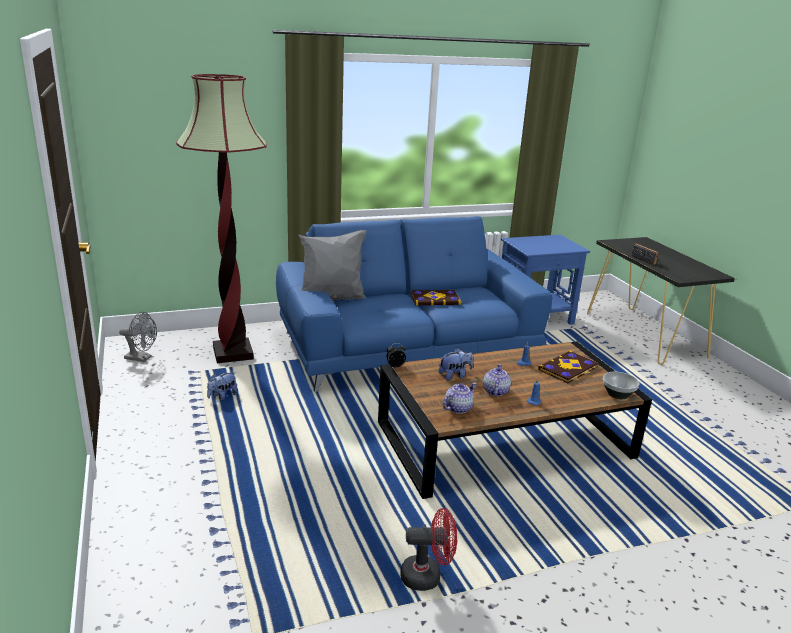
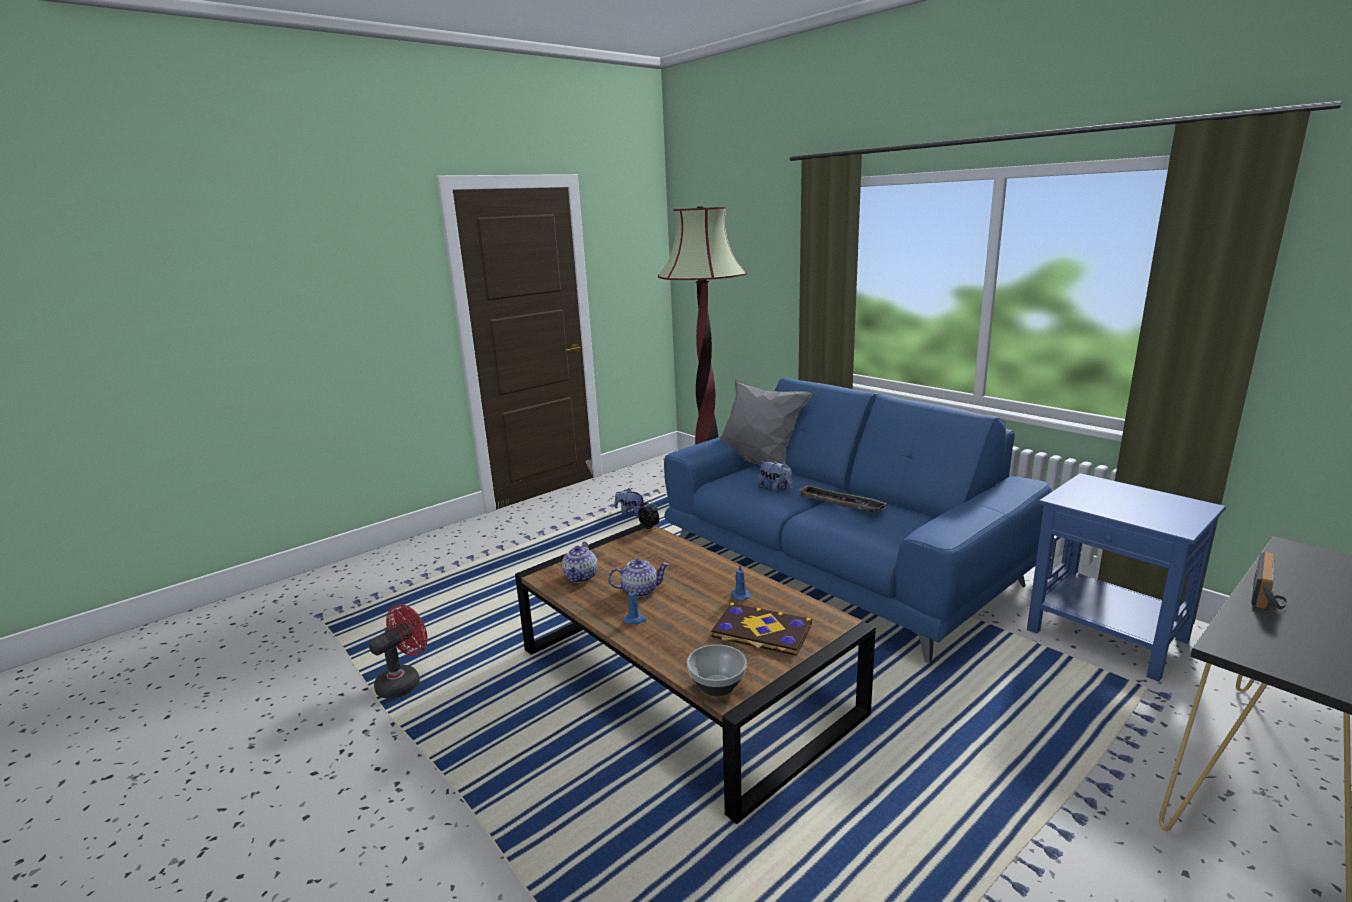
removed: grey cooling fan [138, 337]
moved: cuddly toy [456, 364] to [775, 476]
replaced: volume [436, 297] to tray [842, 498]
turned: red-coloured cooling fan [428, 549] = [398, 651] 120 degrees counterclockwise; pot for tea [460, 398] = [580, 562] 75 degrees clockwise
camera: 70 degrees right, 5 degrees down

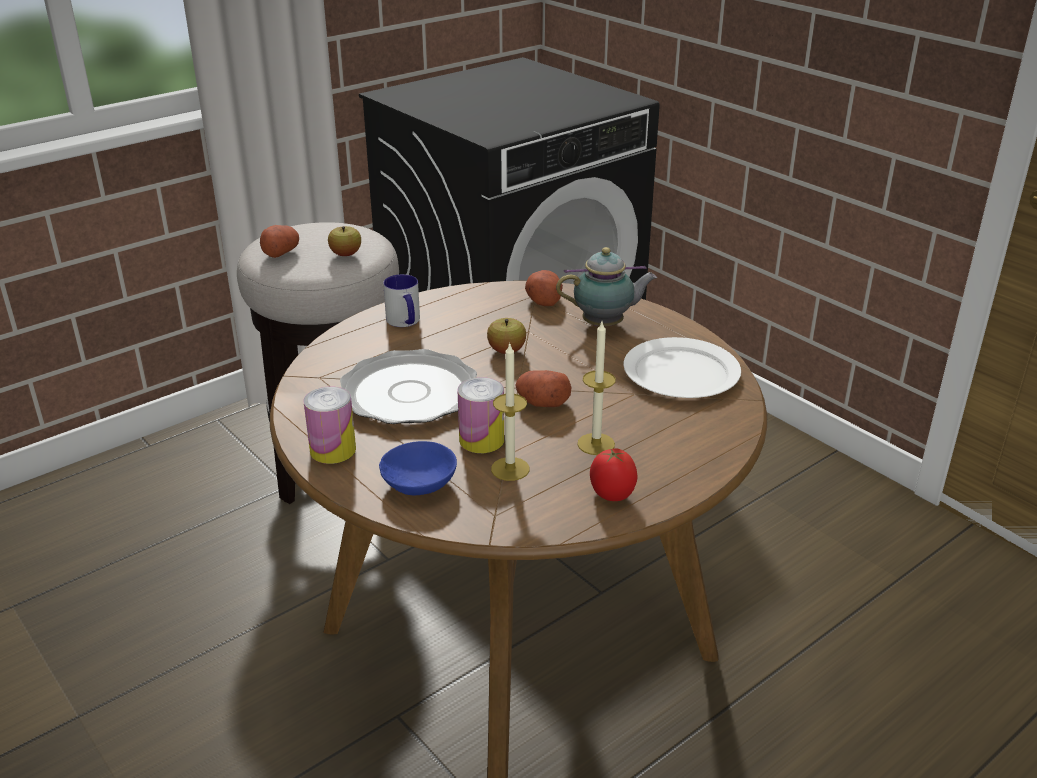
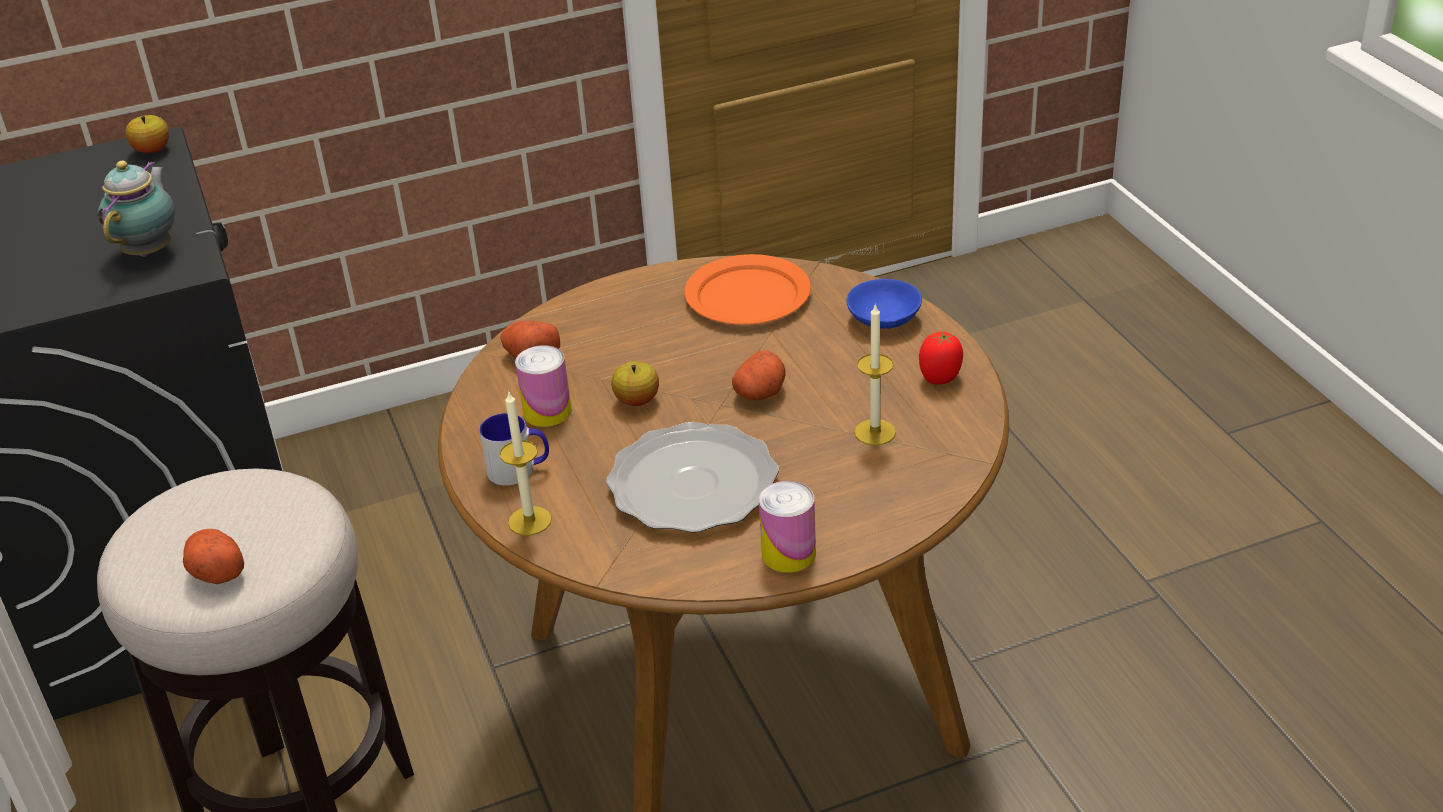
moved: apple fruit [344, 241] to [147, 134]; bluish deep dish [418, 468] to [884, 304]; sealed can [481, 415] to [543, 386]; pot for tea [606, 286] to [136, 209]; wax candle [596, 388] to [526, 463]
recoloured: white-coloured plate [682, 367] to orangey plate [747, 289]
camera: 70 degrees left, 5 degrees up

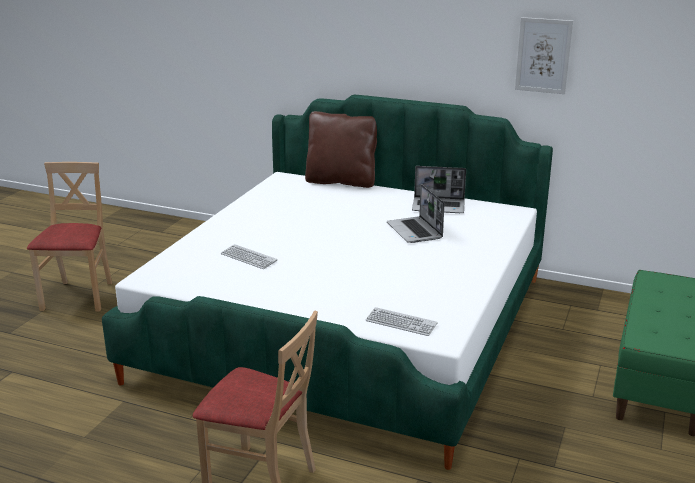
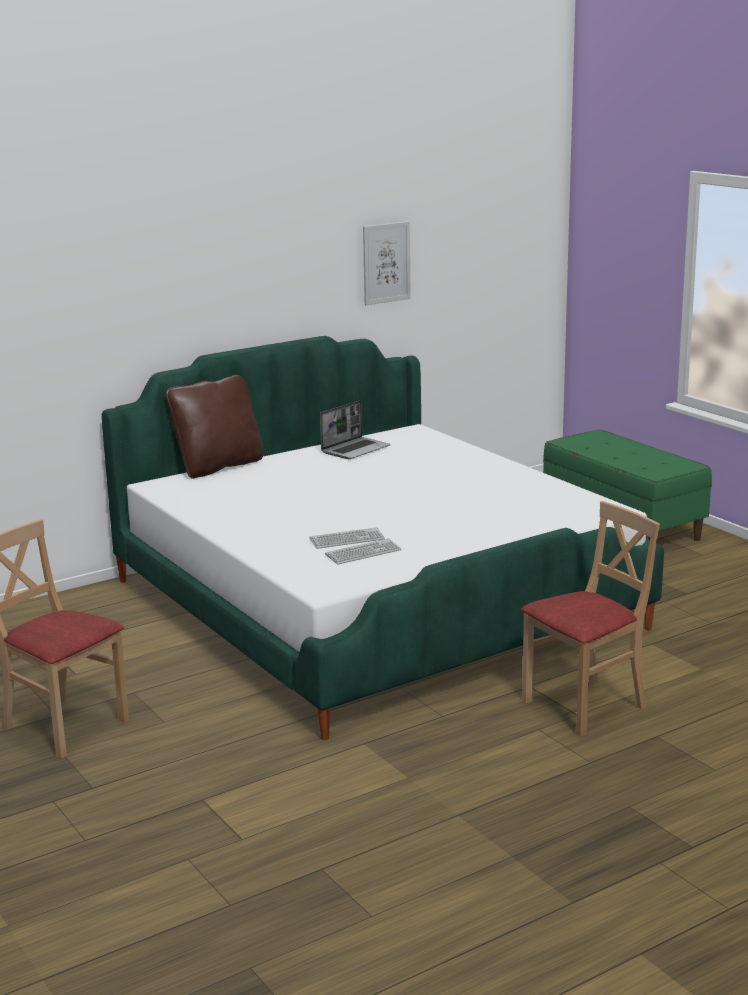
removed: laptop [415, 213]
moved: keyboard [402, 321] to [363, 551]
camera: 55 degrees left, 5 degrees down

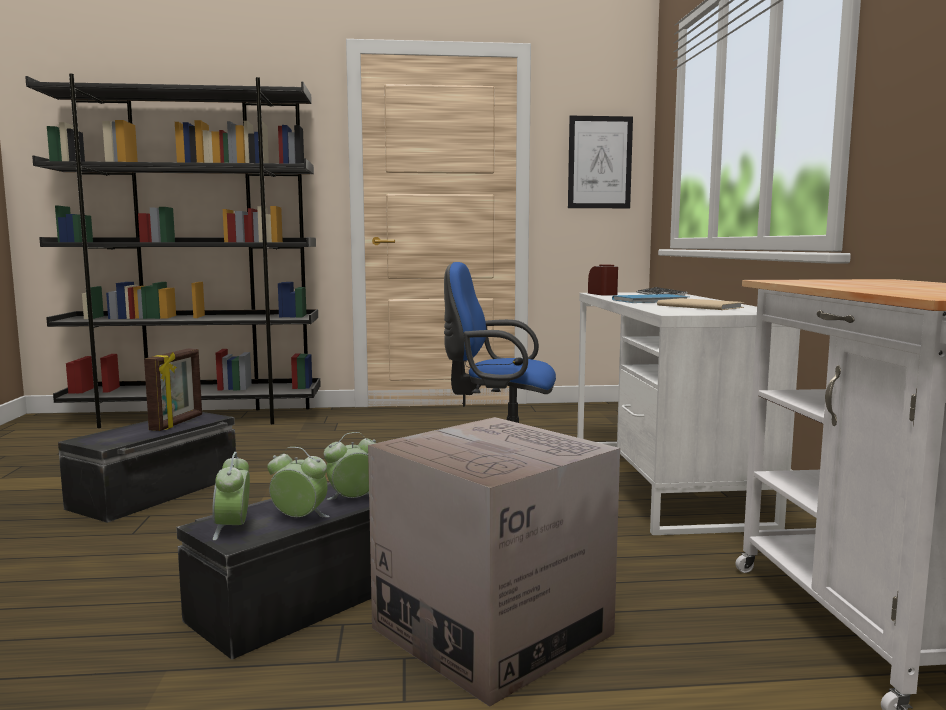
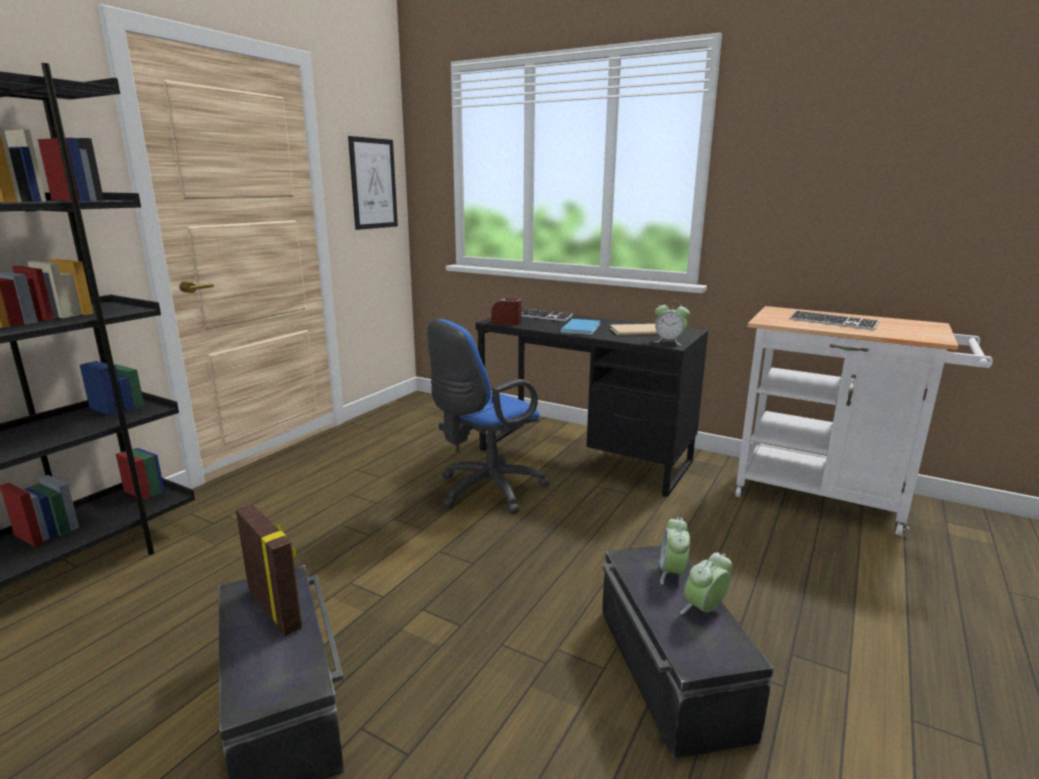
removed: packing box [494, 562]
added: keyboard [834, 320]
moved: table clock [231, 496] to [672, 322]
recoloured: white-coloured desk table [688, 413] to blackish desk table [592, 406]
camera: 55 degrees left, 10 degrees up

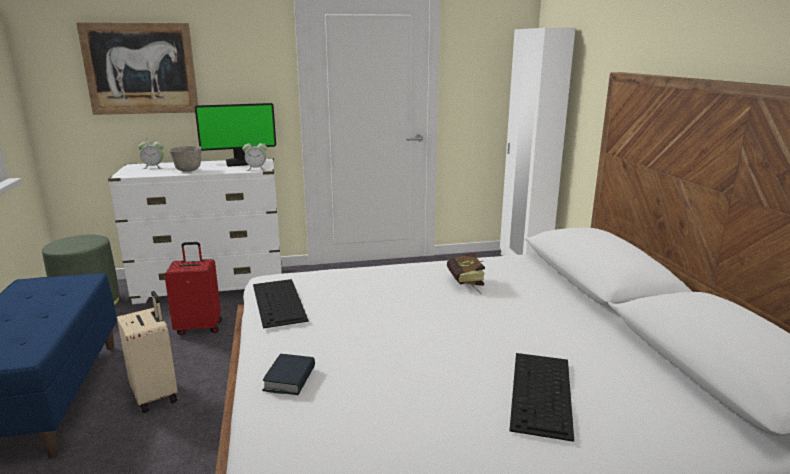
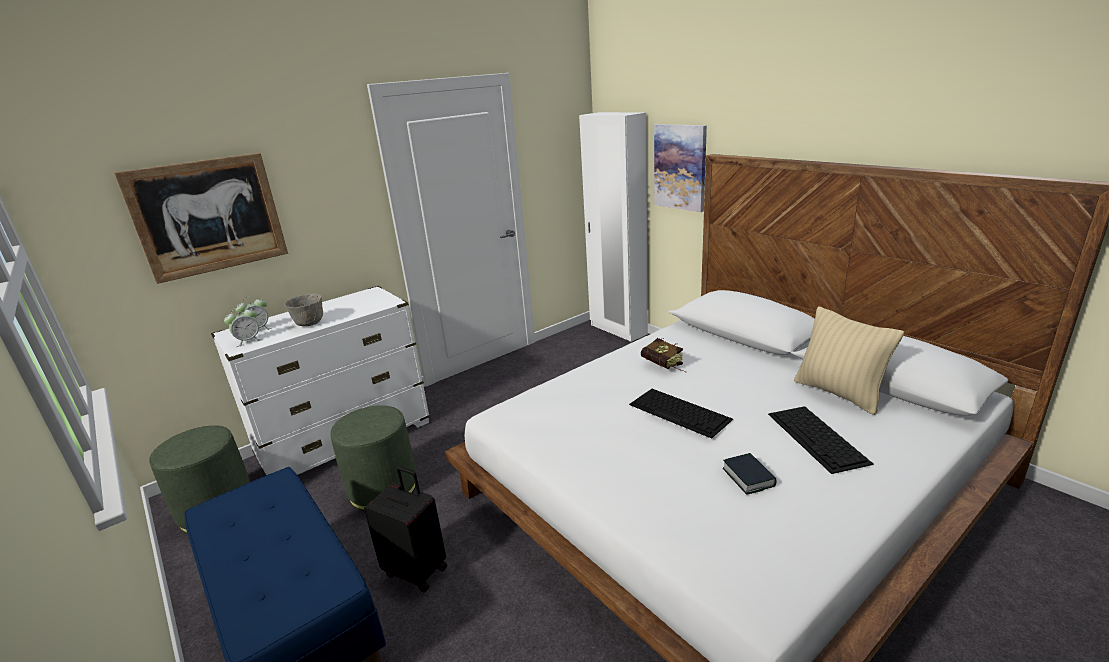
removed: monitor [235, 135]
added: picture [680, 168]; sand-coloured pillow [849, 360]
moved: table clock [254, 155] to [243, 326]; keyboard [281, 304] to [681, 414]; volume [288, 374] to [750, 474]
replaced: red-coloured piece of luggage [193, 288] to greenish pouffe [373, 458]
recoloured: sand-coloured piece of luggage [147, 352] to blackish piece of luggage [405, 529]
camera: 25 degrees left, 5 degrees up

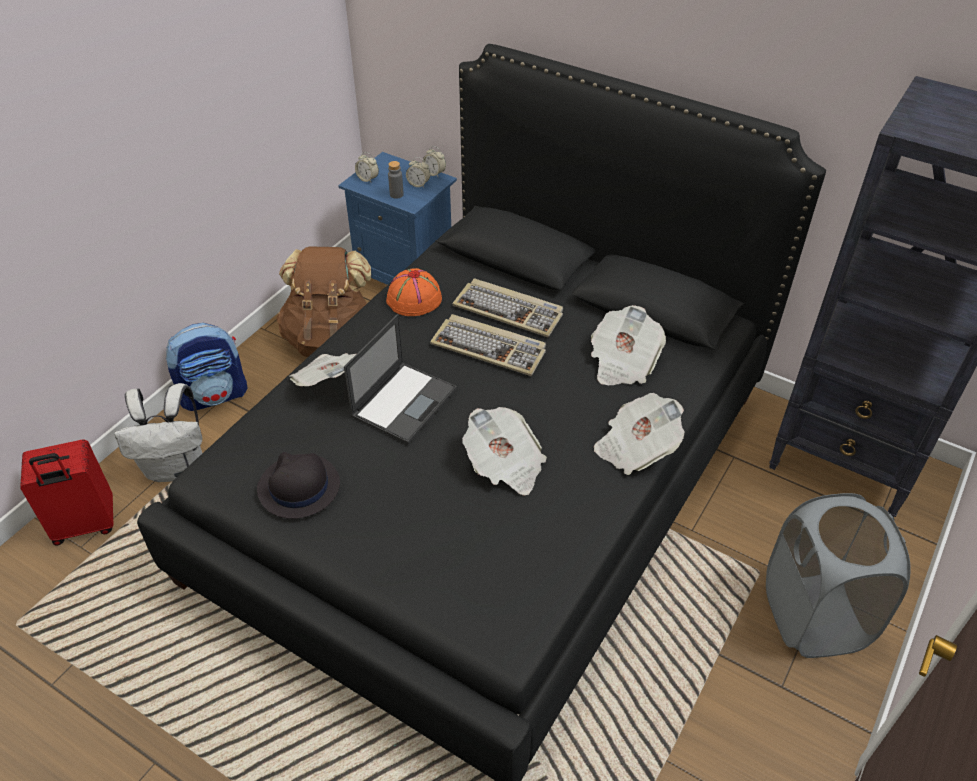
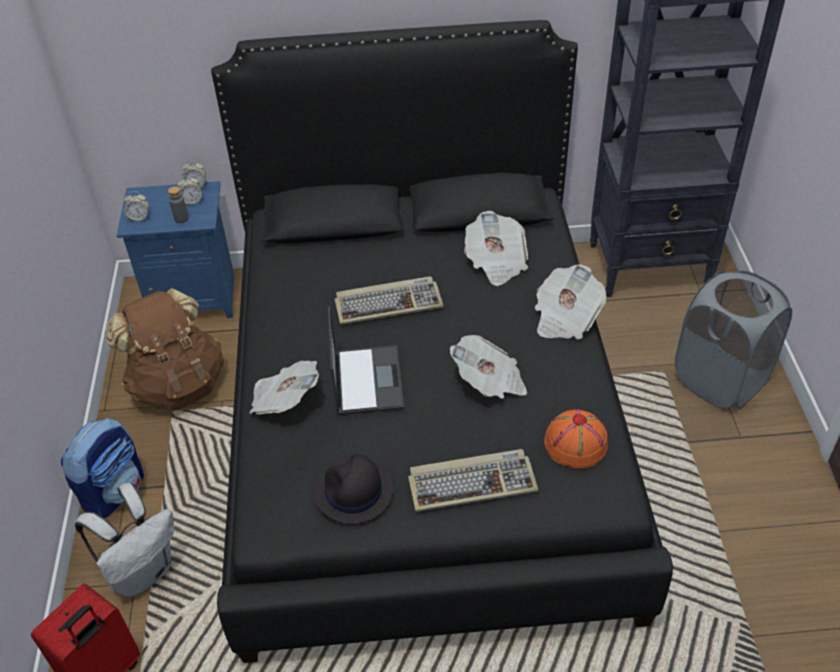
moved: orangey hat [414, 292] to [576, 439]; keyboard [507, 307] to [473, 480]
camera: 35 degrees left, 0 degrees up

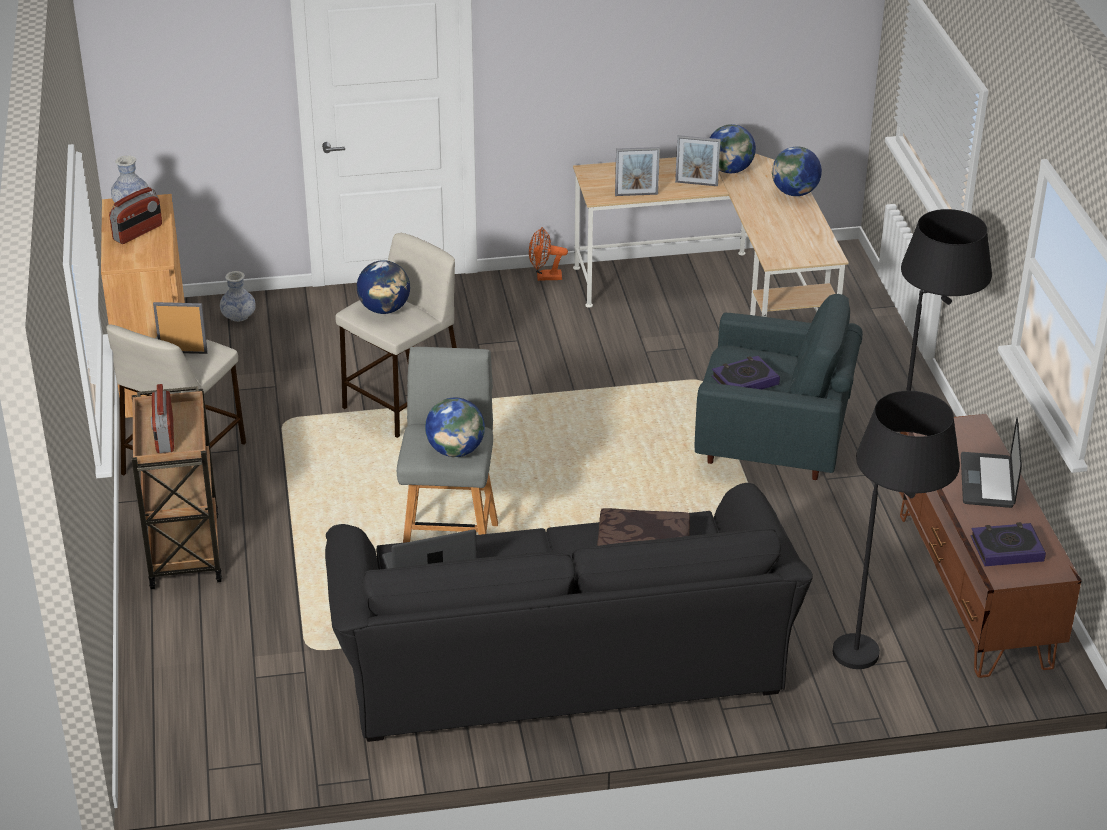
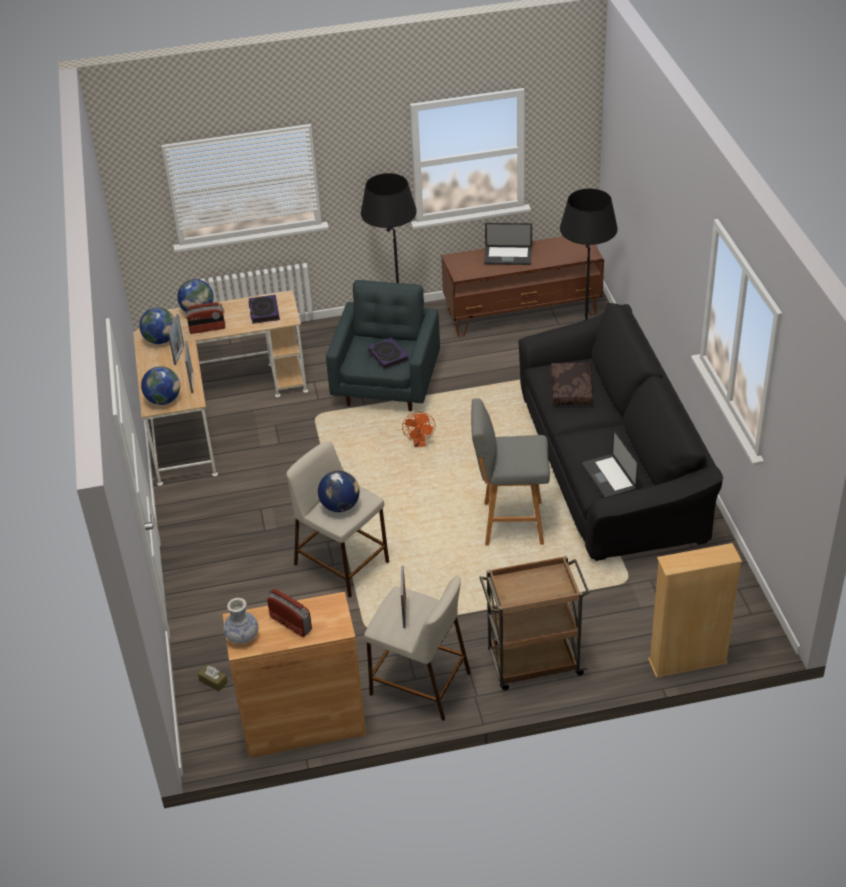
added: sand-coloured bookcase [695, 610]
moved: radio receiver [162, 418] to [205, 318]; desk globe [455, 427] to [160, 385]; orangey cooling fan [548, 254] to [418, 429]; volume [1008, 544] to [264, 309]
replaced: flower vase [238, 296] to brown-coloured tissue box [213, 678]
camera: 90 degrees left, 5 degrees up

